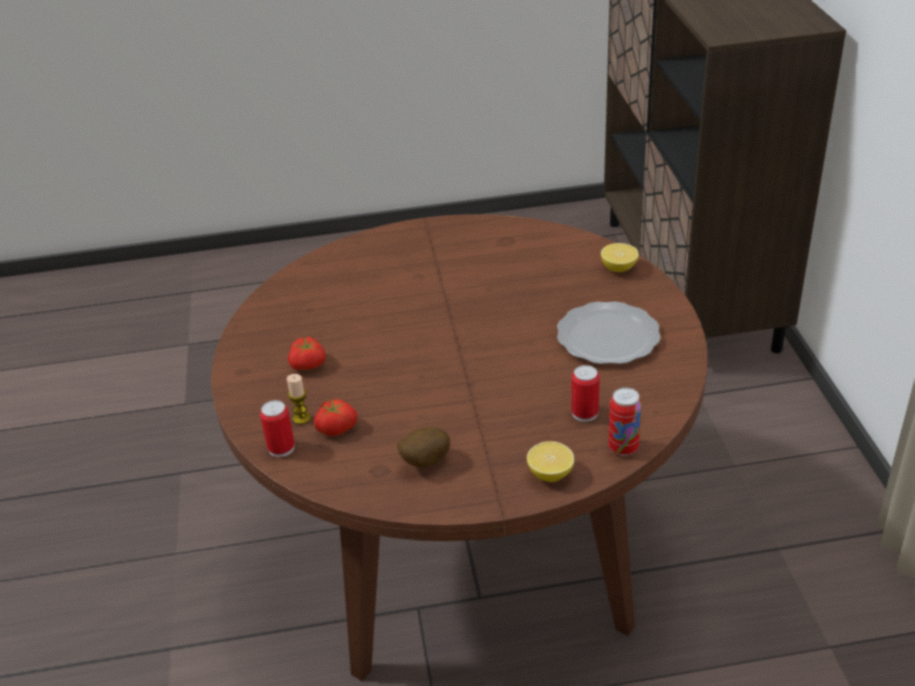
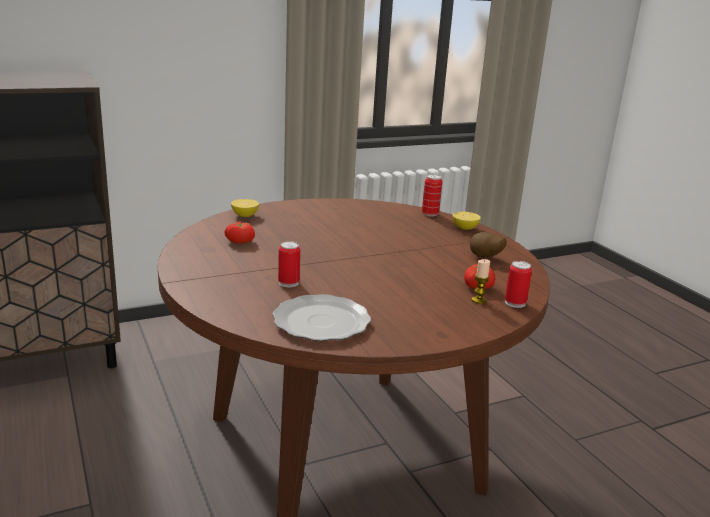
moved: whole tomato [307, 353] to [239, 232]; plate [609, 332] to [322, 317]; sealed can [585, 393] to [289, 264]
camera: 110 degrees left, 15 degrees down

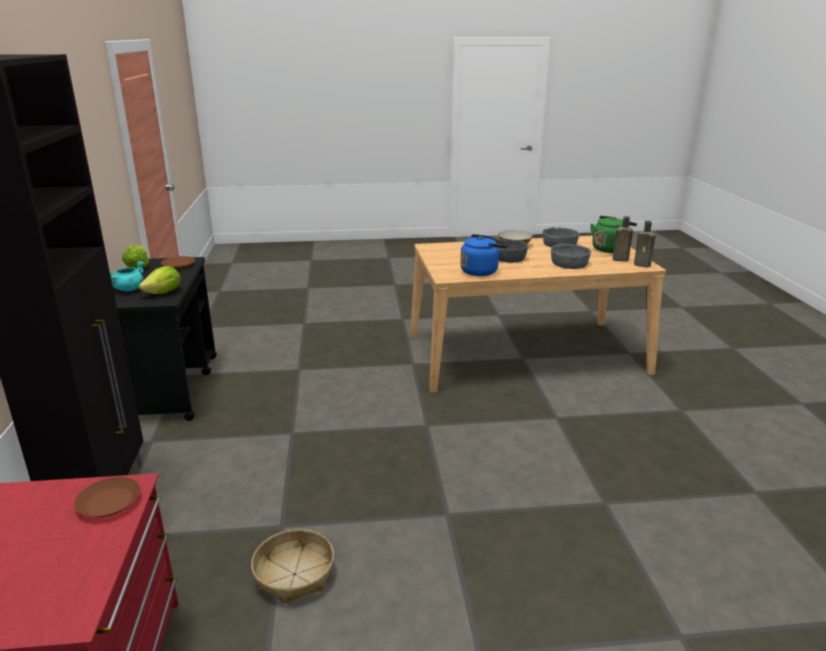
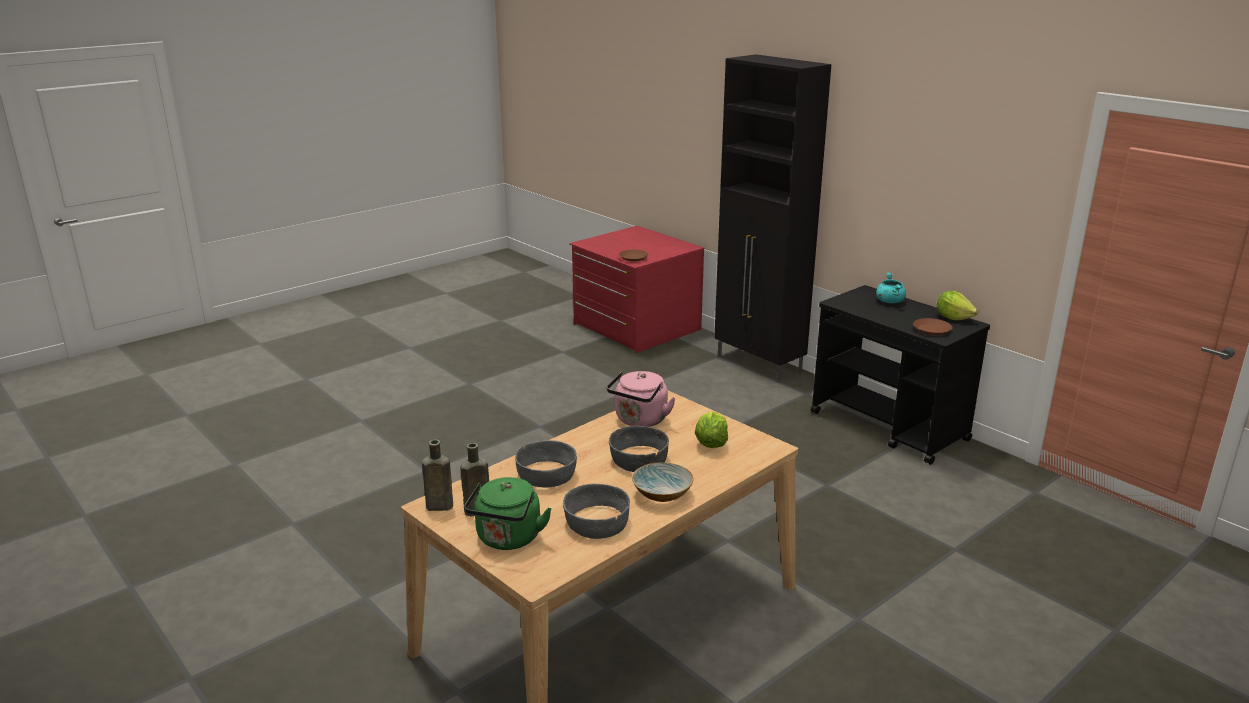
removed: household basket [292, 566]
moved: head of lettuce [159, 280] to [711, 429]
recoloured: bluish water kettle [483, 255] to pinkish water kettle [641, 399]
camera: 145 degrees right, 0 degrees up

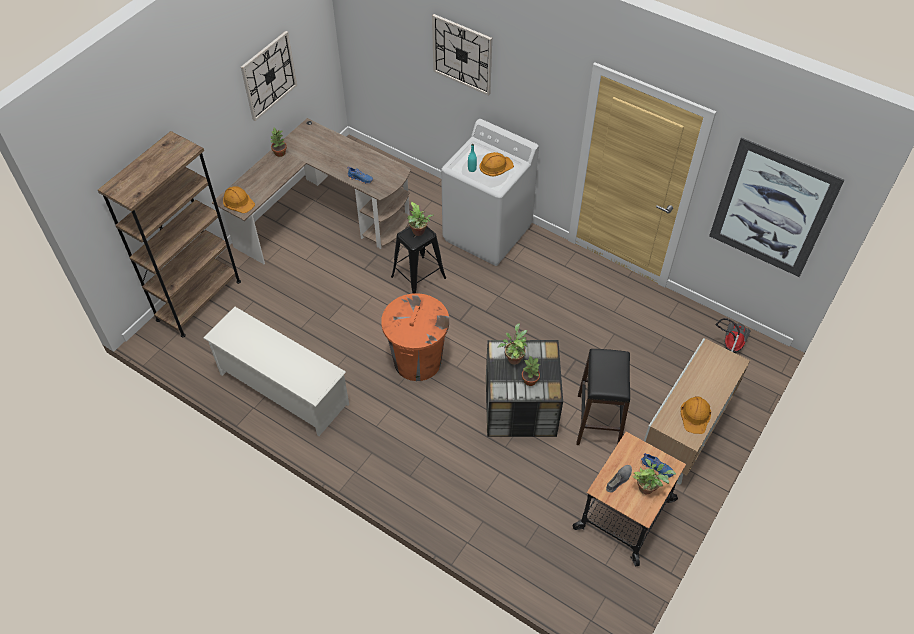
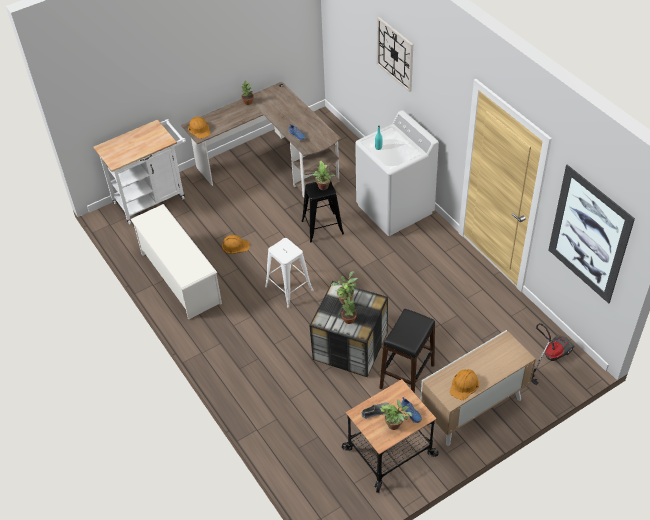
removed: clock on the wall [269, 76]
moved: orangey work helmet [496, 164] to [236, 244]
replaced: brown-coloured bookcase [169, 234] to white-coloured cart [139, 171]; orangey rubbish bin [415, 337] to white-coloured stool [289, 273]
camera: 25 degrees right, 5 degrees down

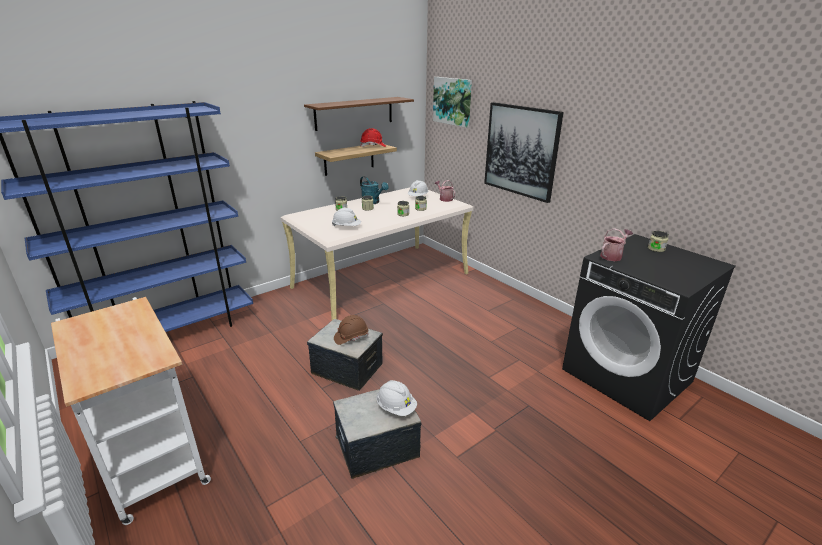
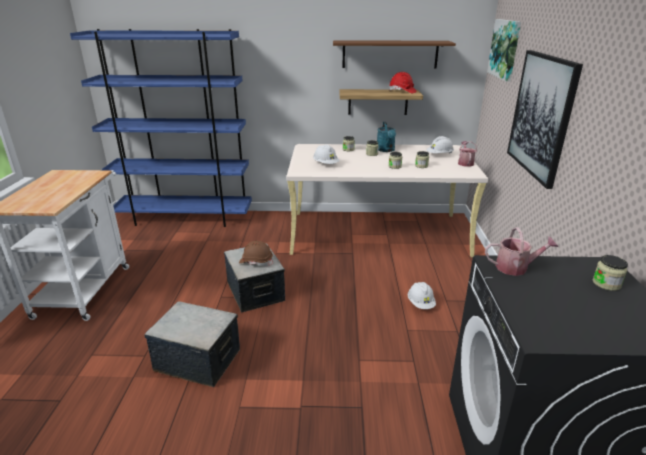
moved: white-coloured work helmet [396, 398] to [422, 295]
camera: 40 degrees right, 0 degrees up

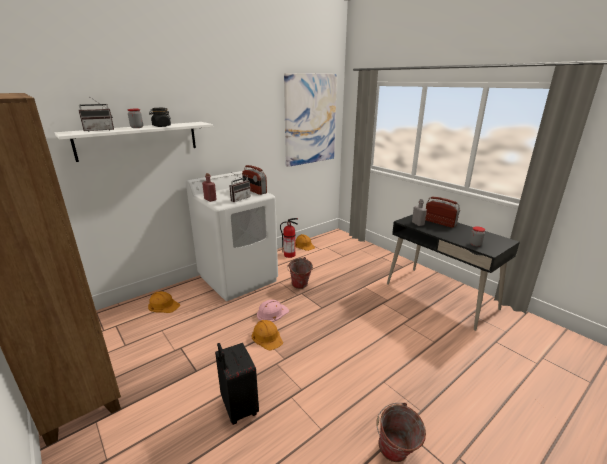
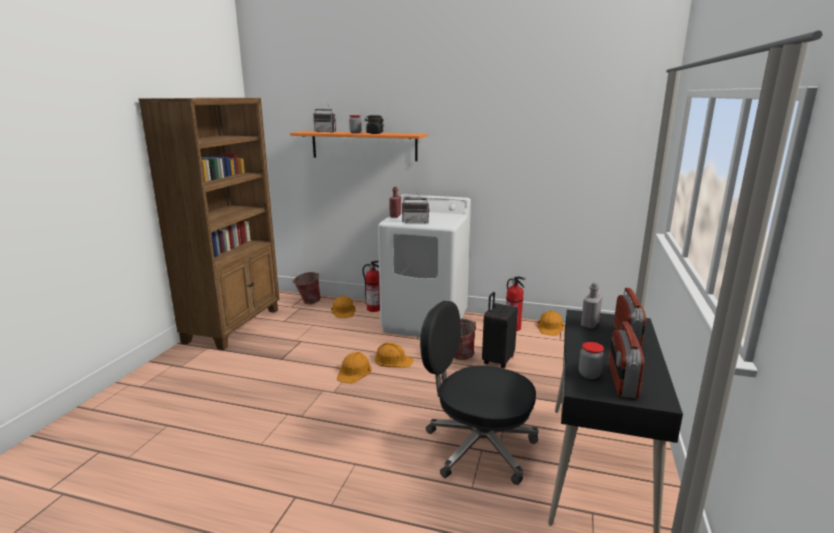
removed: picture [310, 120]
added: fire extinguisher [371, 286]; blackish computer chair [479, 393]
moved: blackish piece of luggage [237, 384] to [500, 330]; radio receiver [254, 180] to [627, 359]; pail [401, 432] to [306, 288]
recoloured: white-coloured shelf [134, 142] to orangey shelf [358, 146]; pinkish work helmet [273, 311] to orangey work helmet [394, 355]
camera: 55 degrees right, 5 degrees down

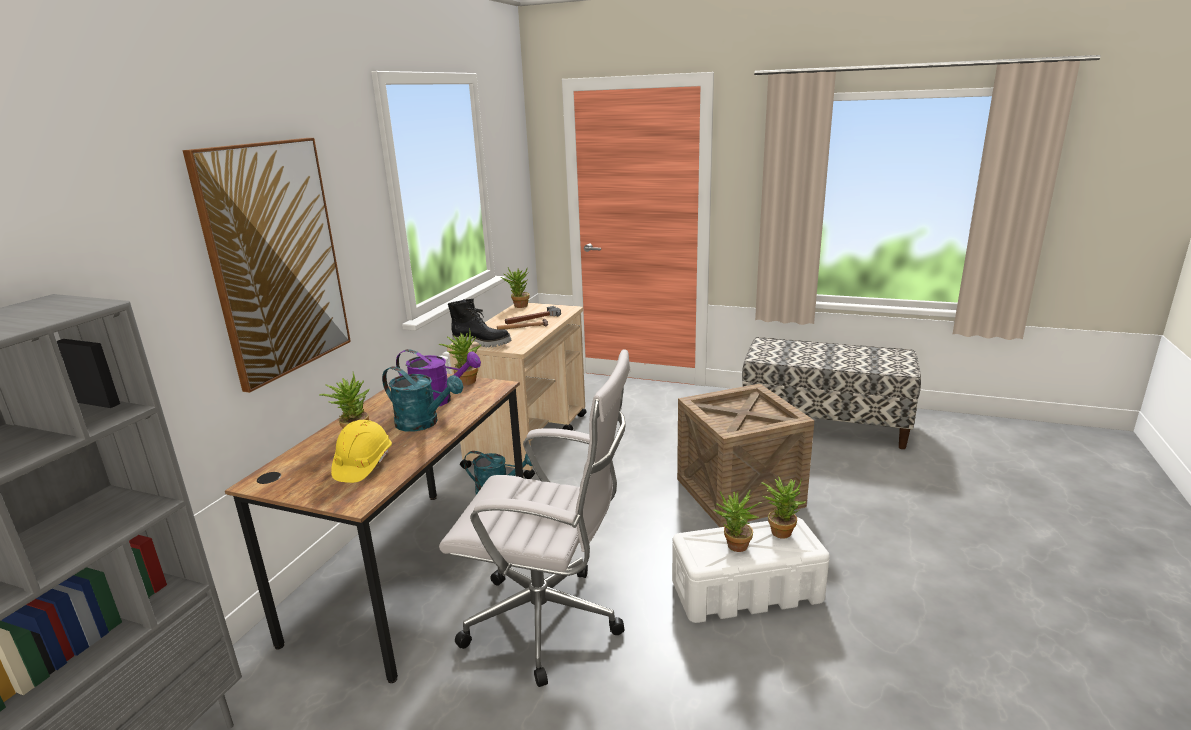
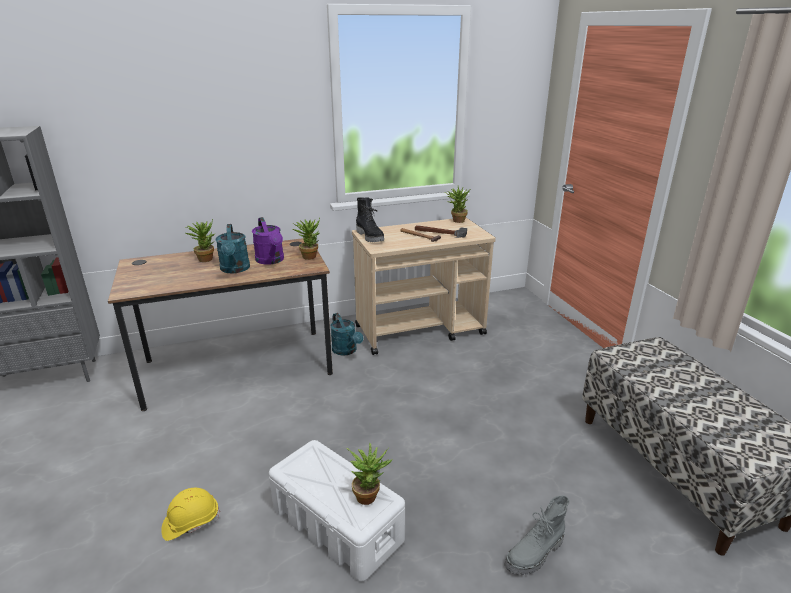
removed: picture [267, 265]; white-coloured computer chair [535, 518]; crate [746, 455]; houseplant [738, 520]
added: grey high-top boot [537, 535]
moved: yellow work helmet [361, 451] to [190, 514]
camera: 50 degrees right, 5 degrees up

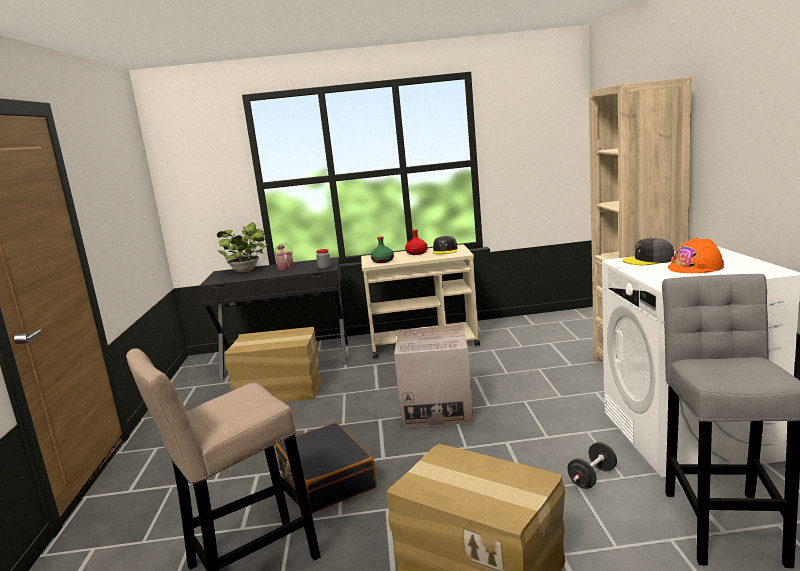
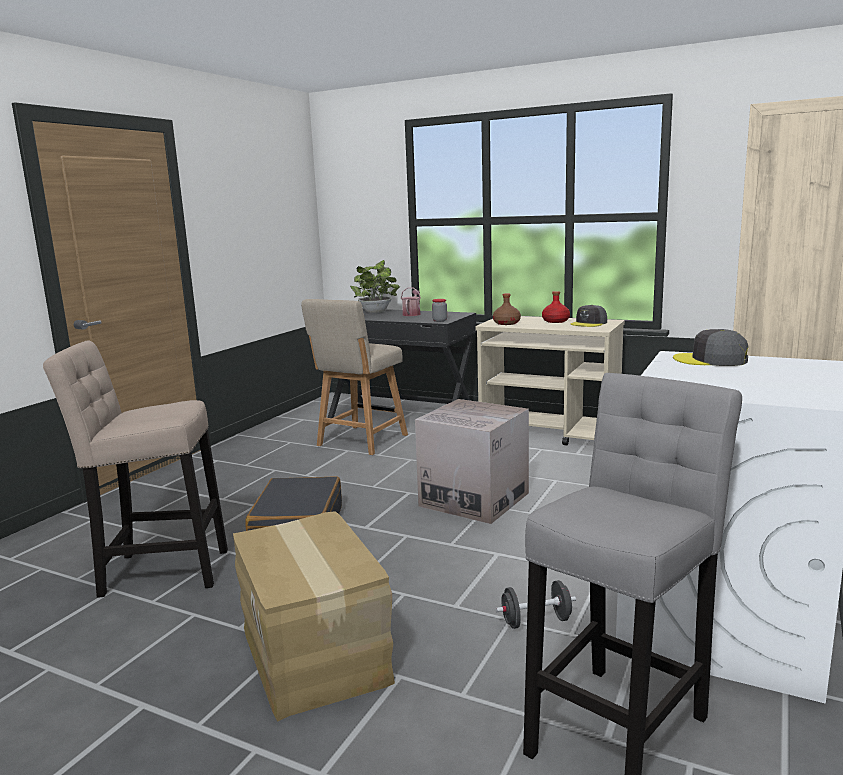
removed: orangey work helmet [696, 255]
replaced: packing box [273, 364] to sand-coloured chair [354, 377]
recoloured: greenish bottle [382, 249] to brown-coloured bottle [507, 309]
camera: 30 degrees right, 0 degrees up

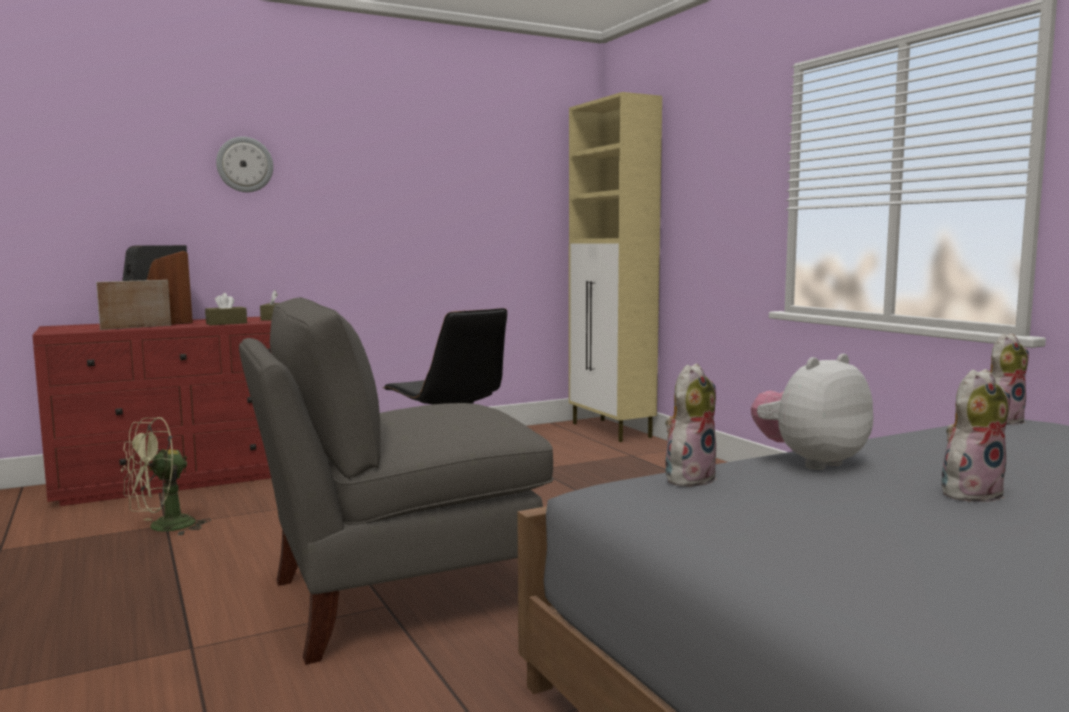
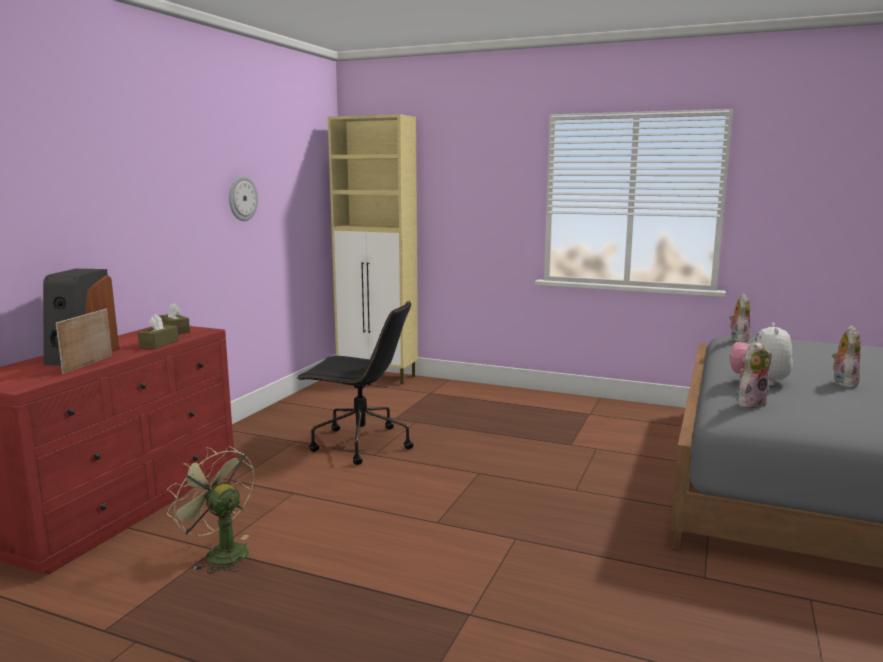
removed: grey easy chair [396, 481]
moved: clock on the wall [244, 164] to [243, 198]
turned: greenish cooling fan [166, 476] = [210, 510] 120 degrees clockwise; cuddly toy [691, 425] = [754, 374] 60 degrees clockwise
camera: 40 degrees left, 5 degrees up

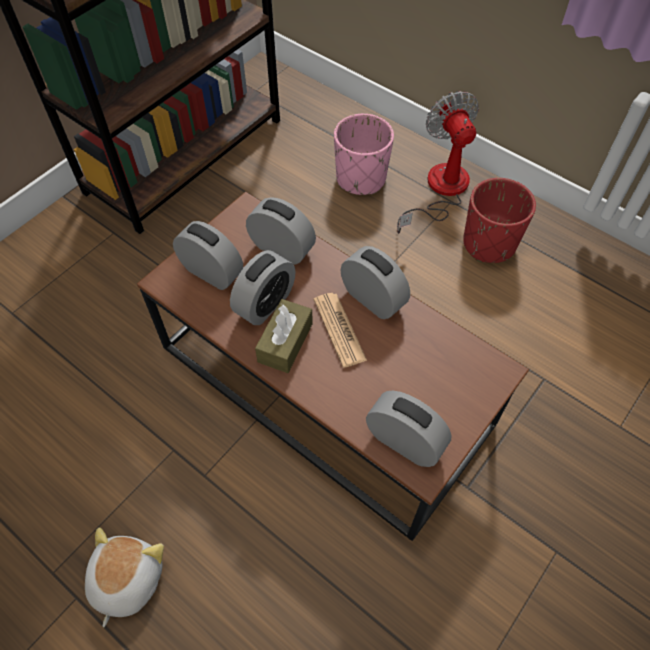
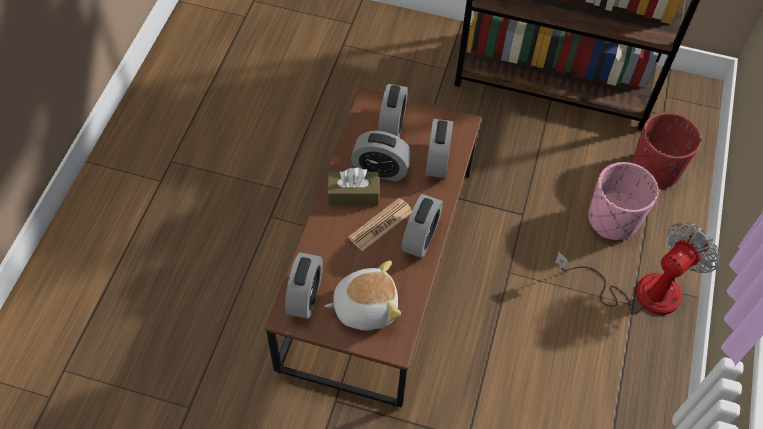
moved: cuddly toy [124, 577] to [363, 296]; red-coloured plant pot [499, 220] to [666, 150]
camera: 65 degrees right, 0 degrees up

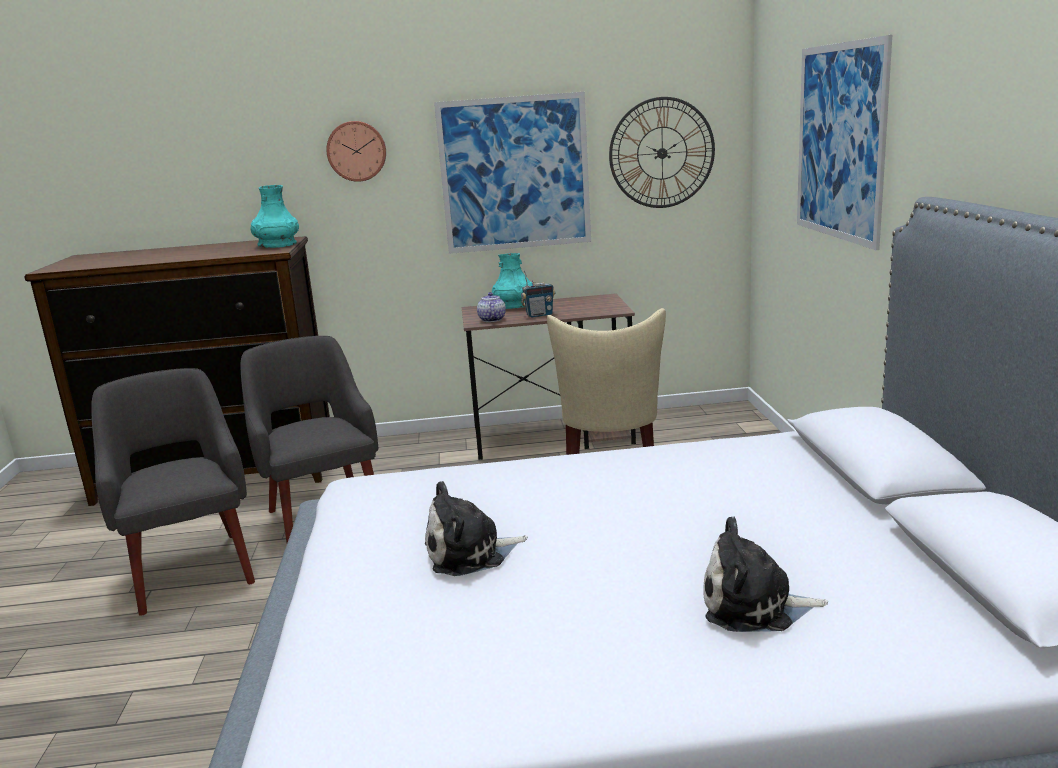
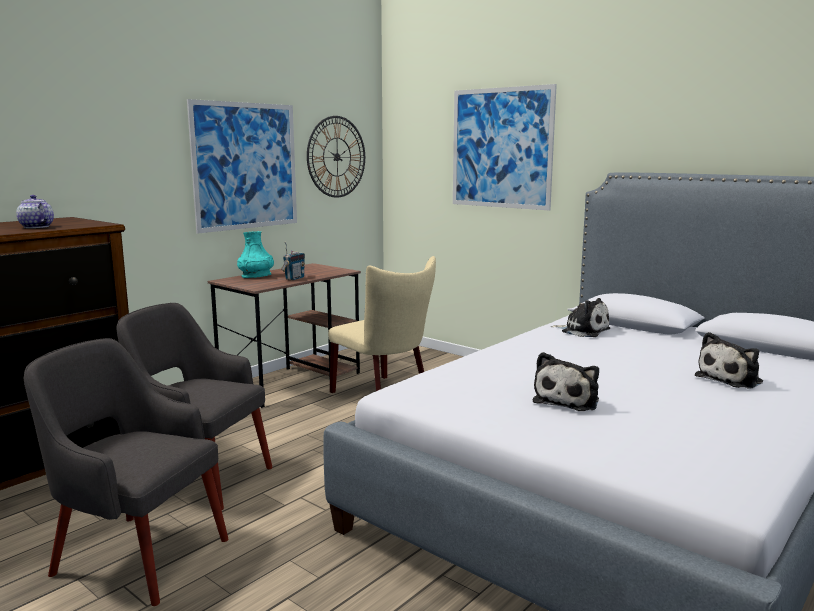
removed: turquoise flower vase [275, 216]; clock on the wall [356, 151]
added: cuddly toy [580, 317]
moved: pot for tea [491, 307] to [35, 211]
camera: 45 degrees left, 5 degrees down

